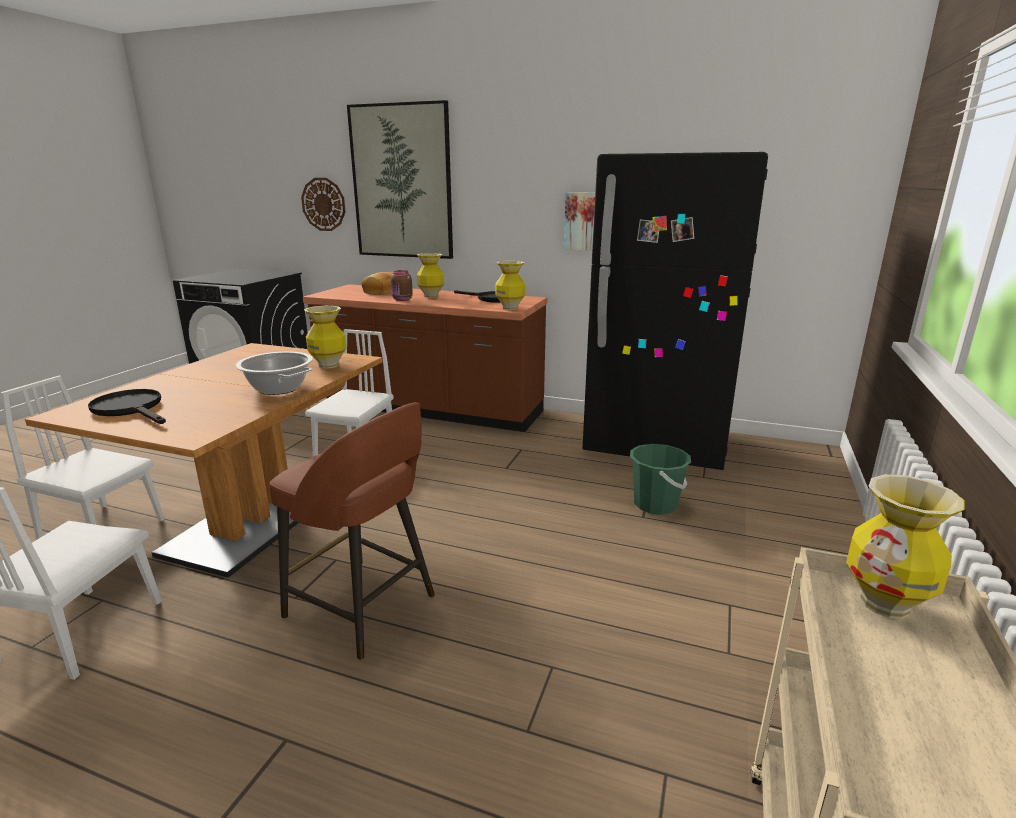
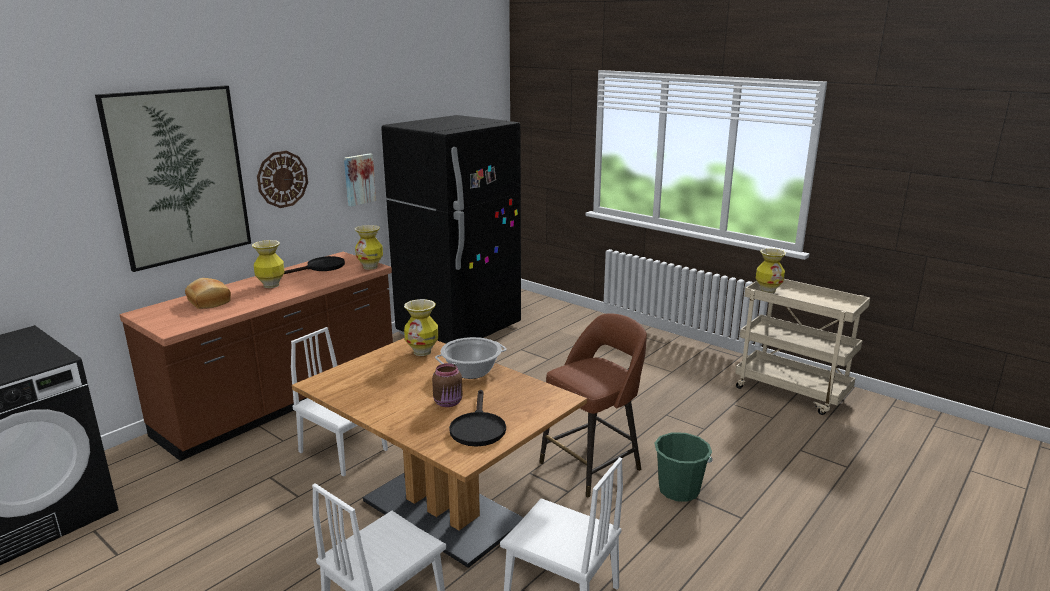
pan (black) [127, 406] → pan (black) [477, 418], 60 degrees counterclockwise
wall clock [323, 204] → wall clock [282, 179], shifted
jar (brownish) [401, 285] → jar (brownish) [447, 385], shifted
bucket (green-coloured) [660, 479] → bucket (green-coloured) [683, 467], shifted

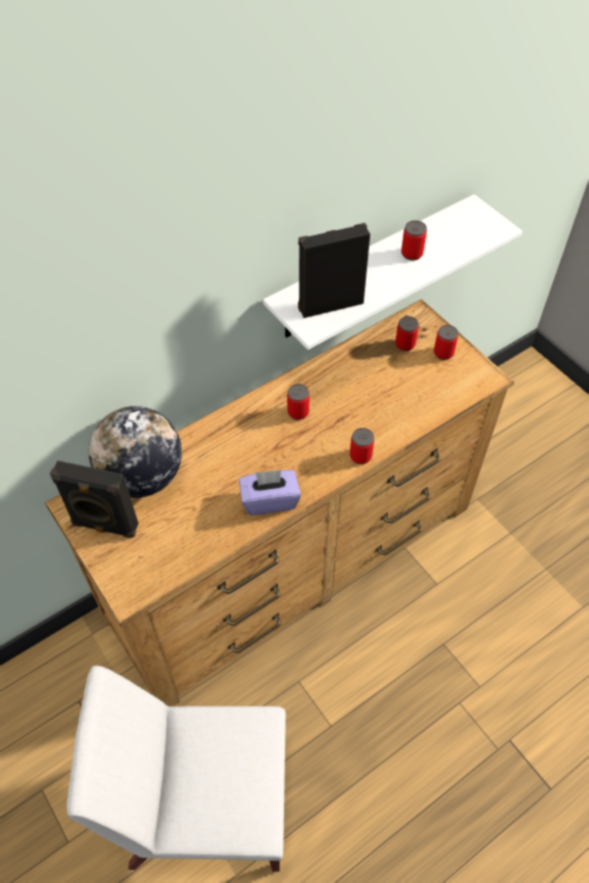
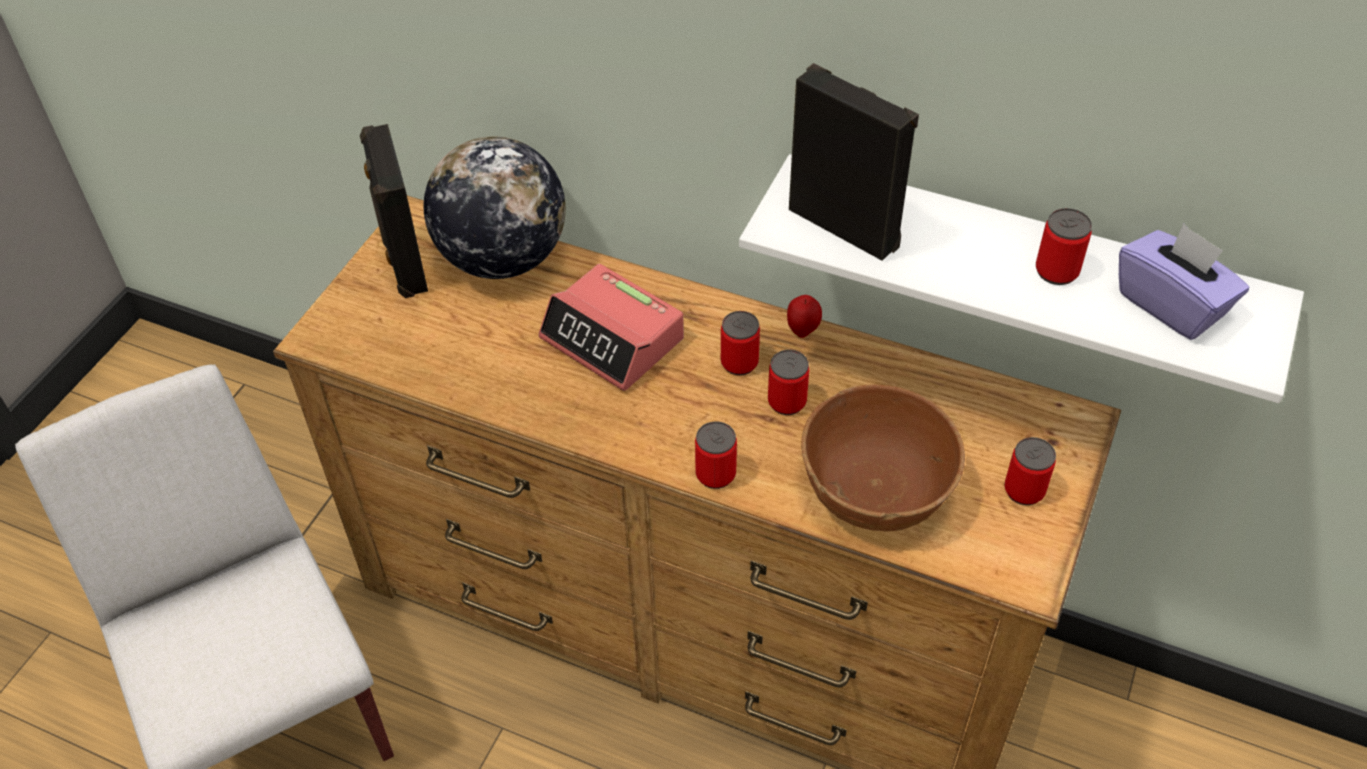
tissue box (purplish) [270, 492] → tissue box (purplish) [1184, 281], shifted
can [407, 333] → can [788, 382], shifted
- → alarm clock [611, 327]
- → apple [804, 316]
- → serving bowl (brownish) [883, 458]

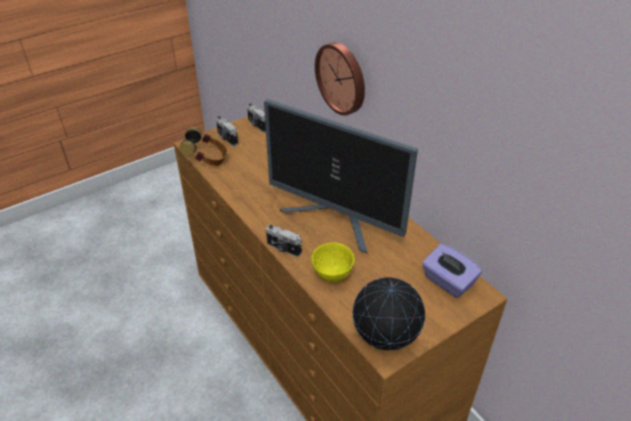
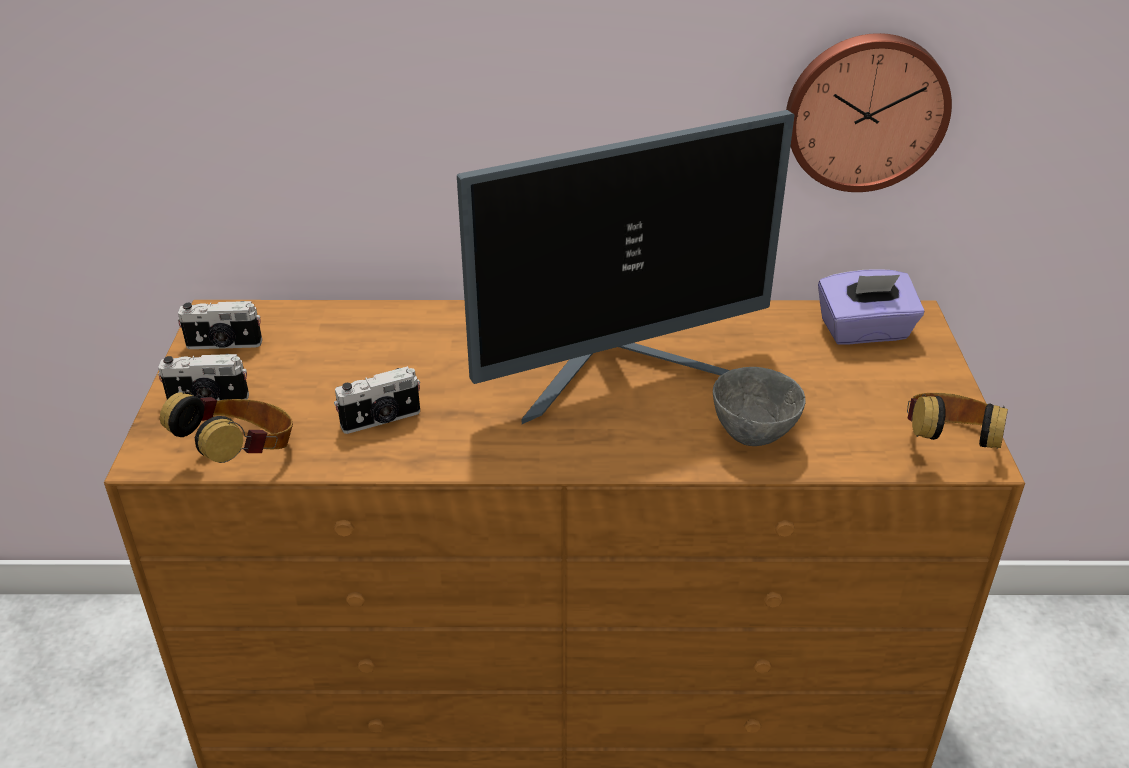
still camera [284, 240] → still camera [377, 400], shifted
serving bowl (yellow) [333, 262] → serving bowl (gray) [759, 406]
wall clock [340, 78] → wall clock [869, 112], shifted
desk globe [388, 313] → headset [957, 421]

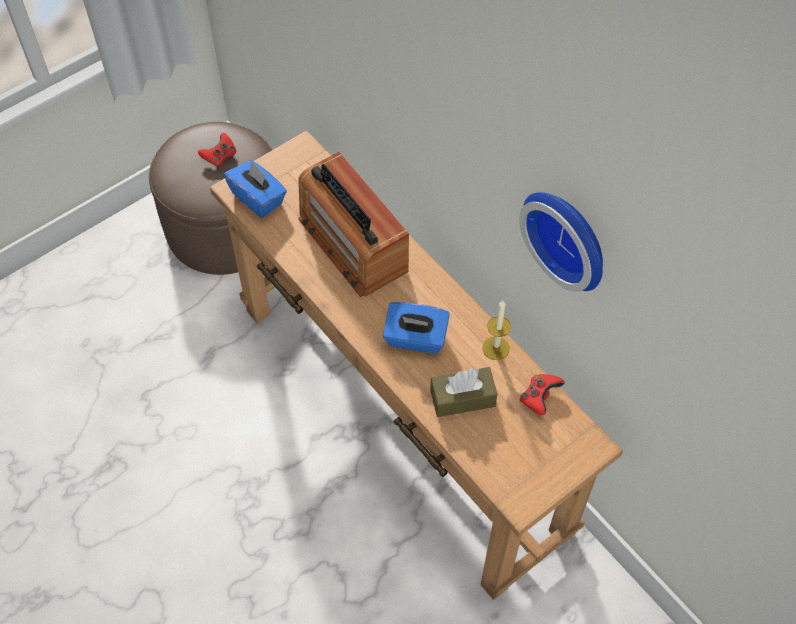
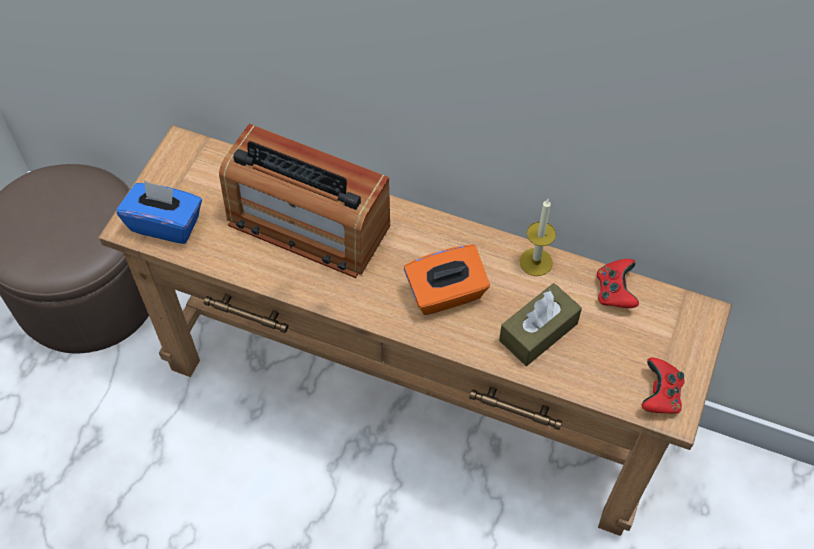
game controller (red) [217, 150] → game controller (red) [663, 386], shifted
tissue box (bluish) [416, 328] → tissue box (orange-coloured) [447, 280]
wall clock [561, 242] → -

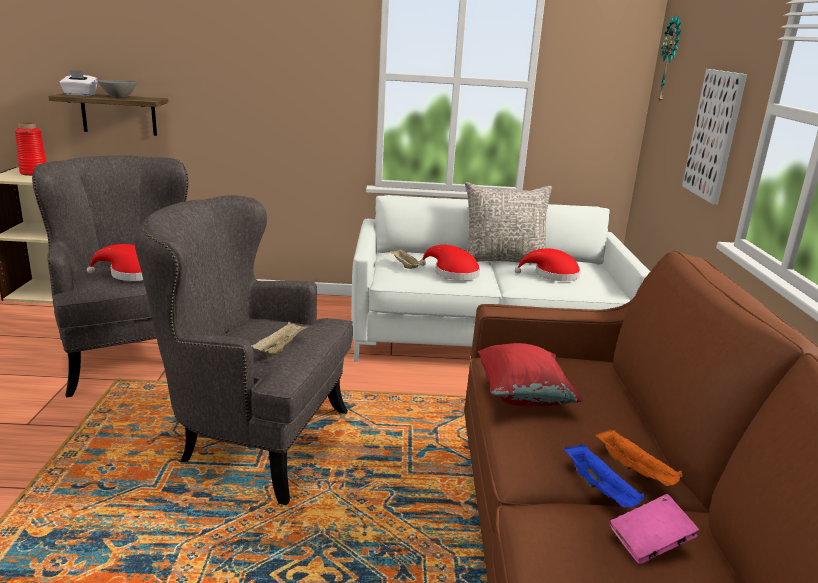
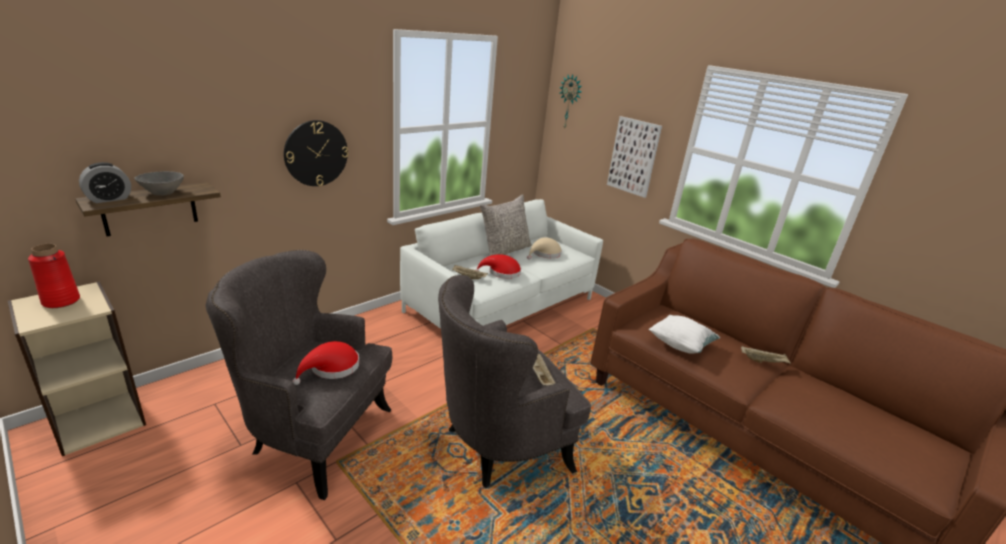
tissue box (whitish) [79, 82] → alarm clock [105, 182]
throw pillow (red) [530, 374] → throw pillow (whitish) [684, 334]
clothing hat (red) [548, 264] → clothing hat (sand-coloured) [544, 248]
tray (bluish) [604, 476] → -
tray (orange-coloured) [639, 457] → tray (sand-coloured) [766, 355]
bound book (pink-coloured) [654, 529] → -
- → wall clock [316, 153]

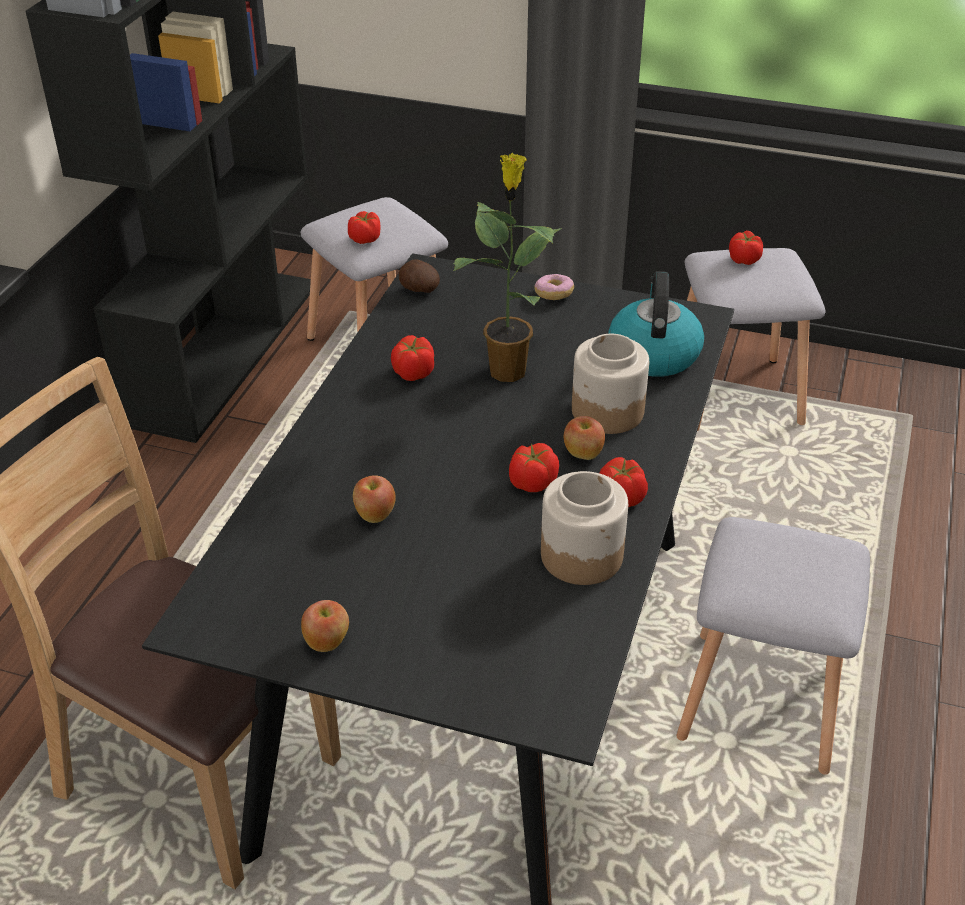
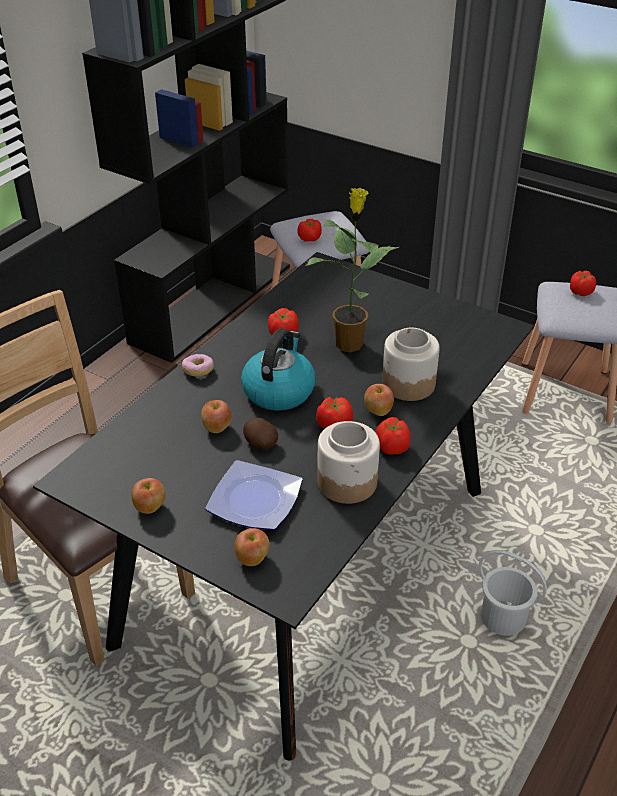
potato [419, 276] → potato [260, 434], shifted
donut [554, 287] → donut [198, 365], shifted
tea kettle [656, 324] → tea kettle [278, 369], shifted
stool (gray) [773, 646] → bucket (whitish) [512, 593]
- → dinner plate [254, 495]
- → apple [252, 547]

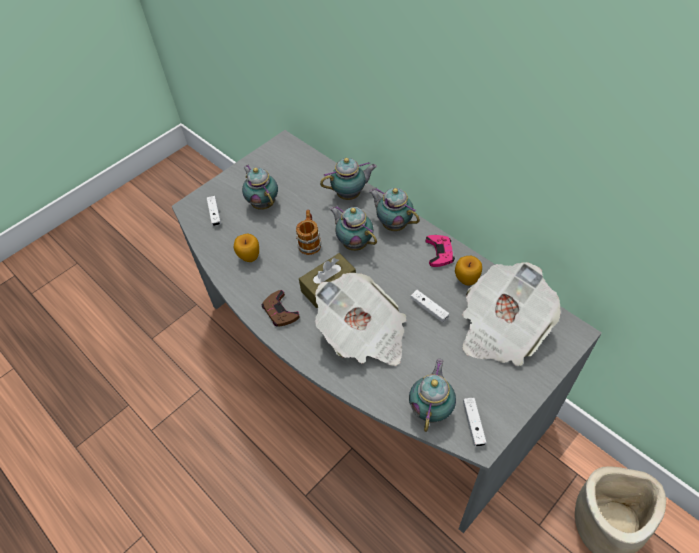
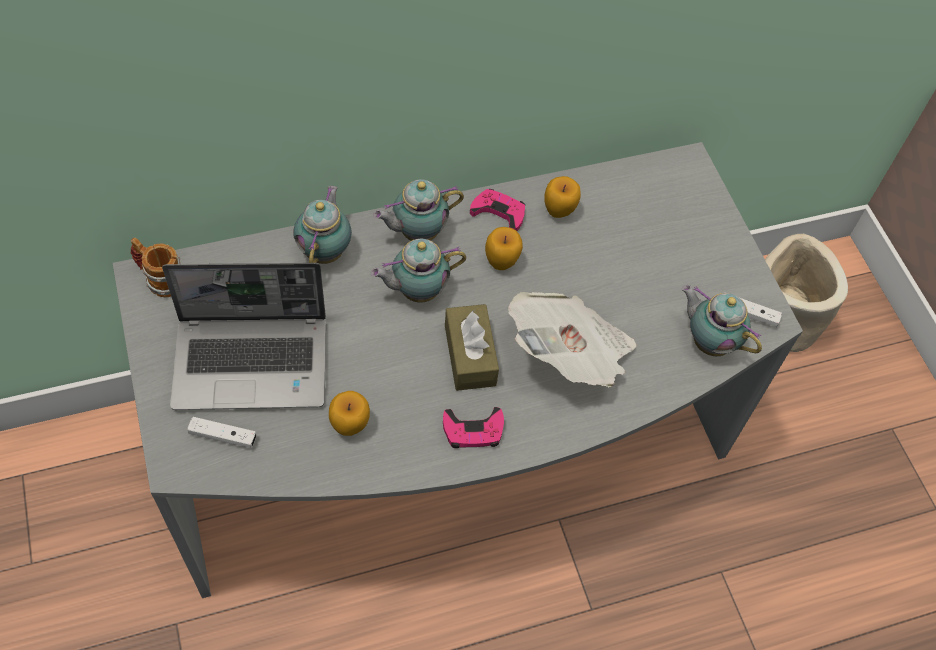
tea pot [260, 187] → laptop [244, 336]
game controller (brownish) [281, 308] → game controller (pink-coloured) [473, 427]
mug [308, 232] → mug [155, 267], shifted
game controller (whitish) [429, 306] → -
daily paper [511, 314] → -
- → apple [504, 248]

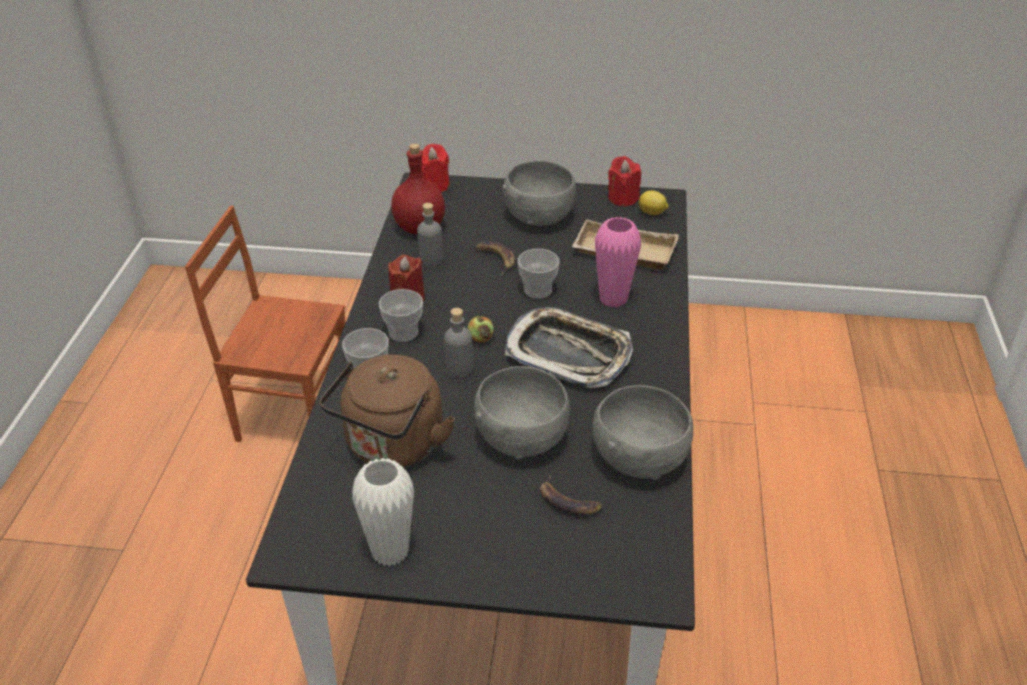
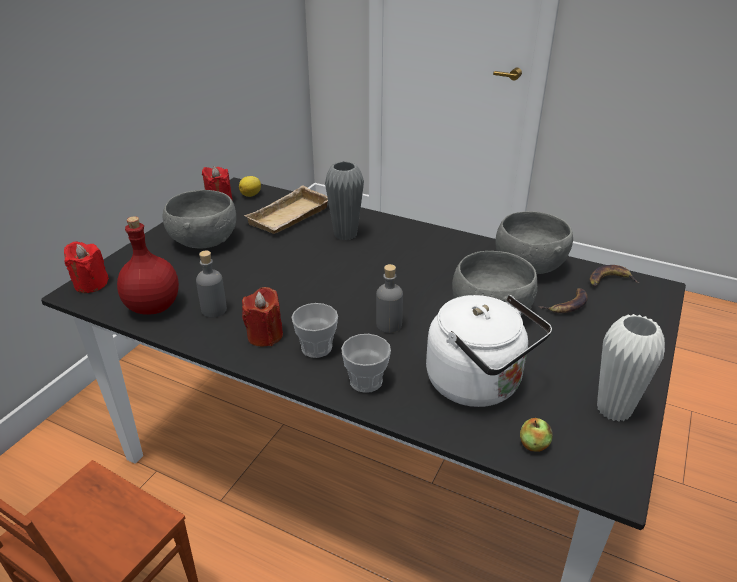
tea kettle (brownish) [387, 411] → tea kettle (whitish) [489, 351]
apple [481, 329] → apple [536, 435], shifted
banana [494, 258] → banana [614, 276], shifted
tray [569, 347] → -
small cup [539, 274] → -
vase (pink-coloured) [618, 262] → vase (gray) [344, 200]

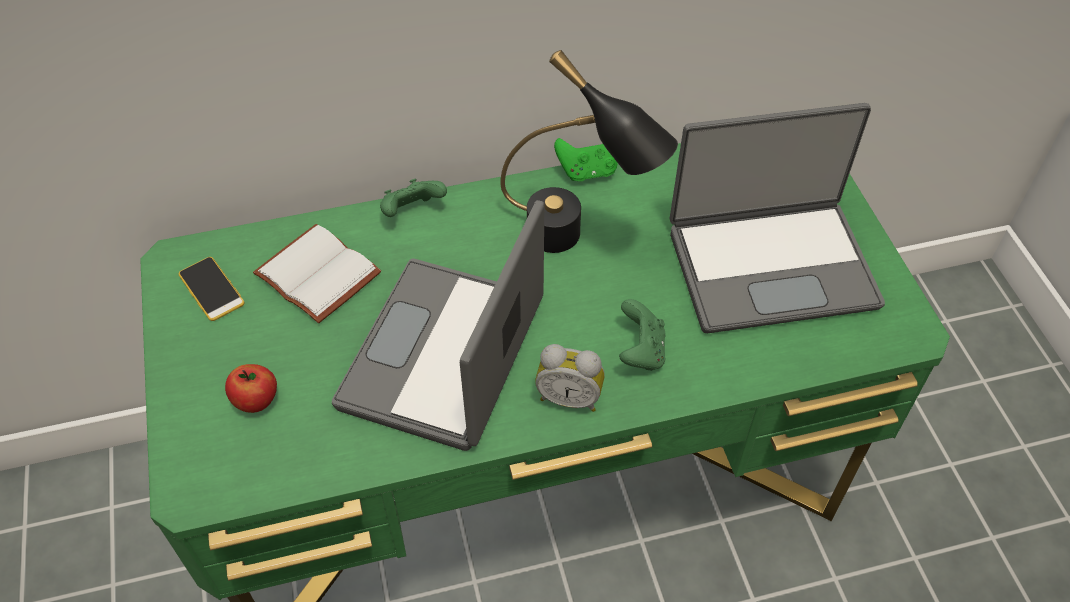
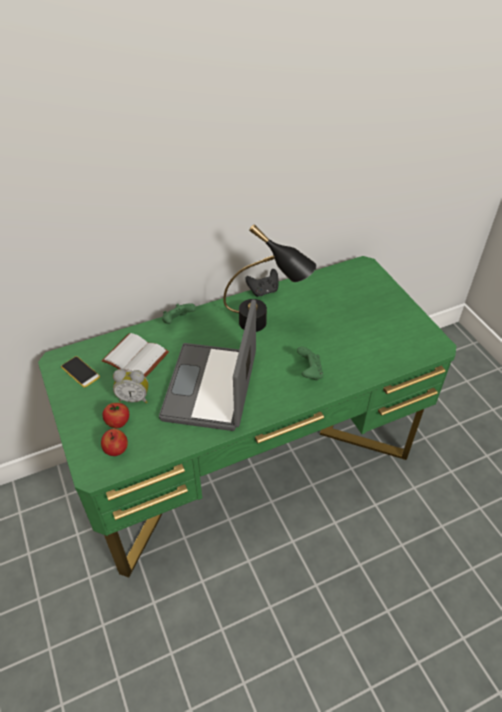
alarm clock [569, 378] → alarm clock [131, 386], shifted
game controller (green-coloured) [586, 159] → game controller (black) [262, 283]
laptop [777, 218] → -
- → apple [114, 442]

